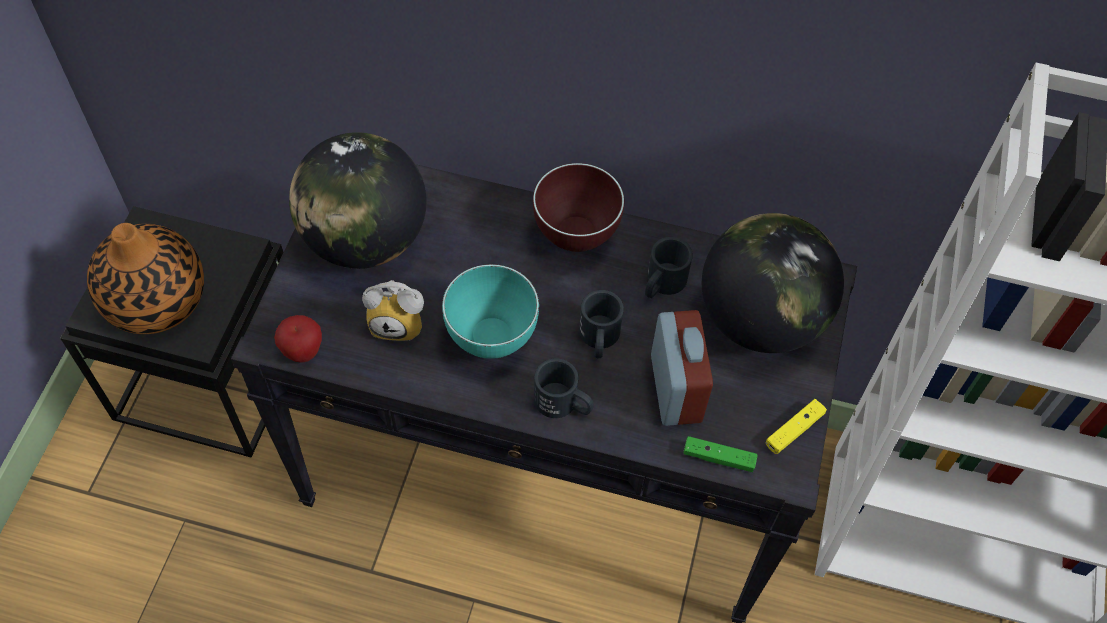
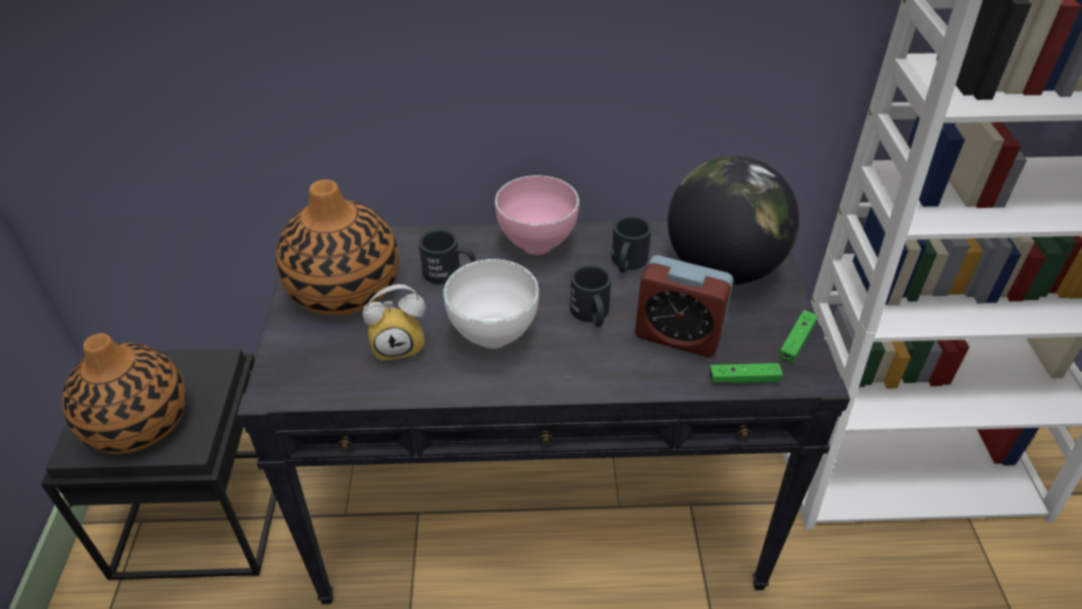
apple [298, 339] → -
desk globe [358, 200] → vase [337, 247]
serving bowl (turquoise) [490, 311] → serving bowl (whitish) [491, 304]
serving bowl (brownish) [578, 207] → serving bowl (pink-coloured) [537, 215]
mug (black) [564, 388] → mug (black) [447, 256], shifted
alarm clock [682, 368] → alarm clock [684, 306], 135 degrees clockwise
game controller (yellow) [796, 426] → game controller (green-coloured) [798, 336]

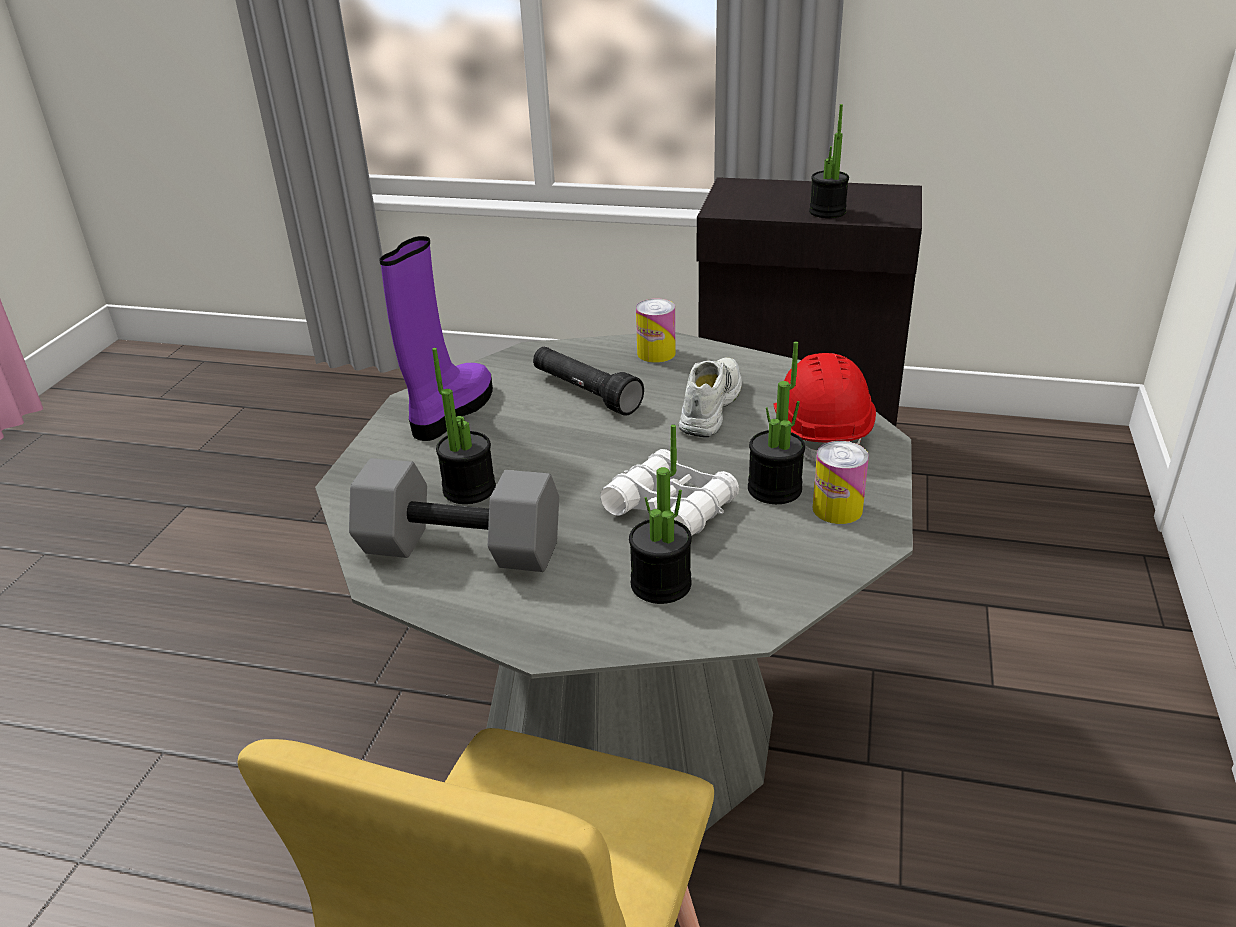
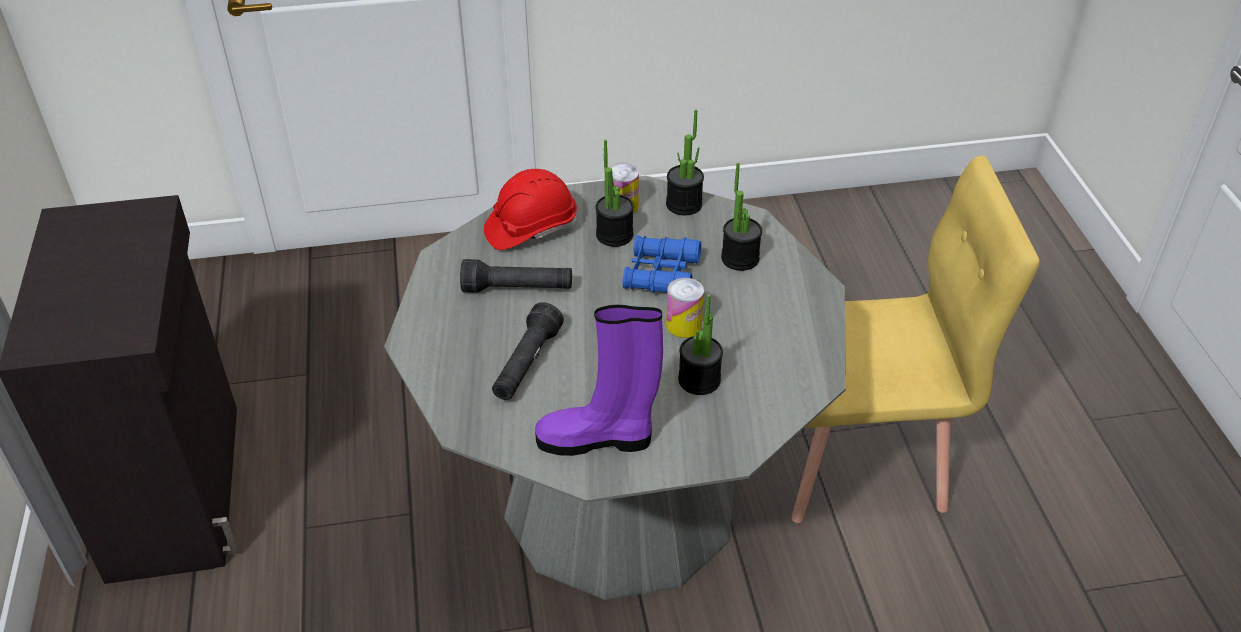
free weight (gray) [454, 515] → -
pair of binoculars (whitish) [669, 492] → pair of binoculars (bluish) [661, 264]
can [655, 331] → can [685, 308], shifted
low shoe (whitish) [710, 397] → torch (black) [516, 276]
plant in a pot [829, 161] → plant in a pot [685, 162], shifted

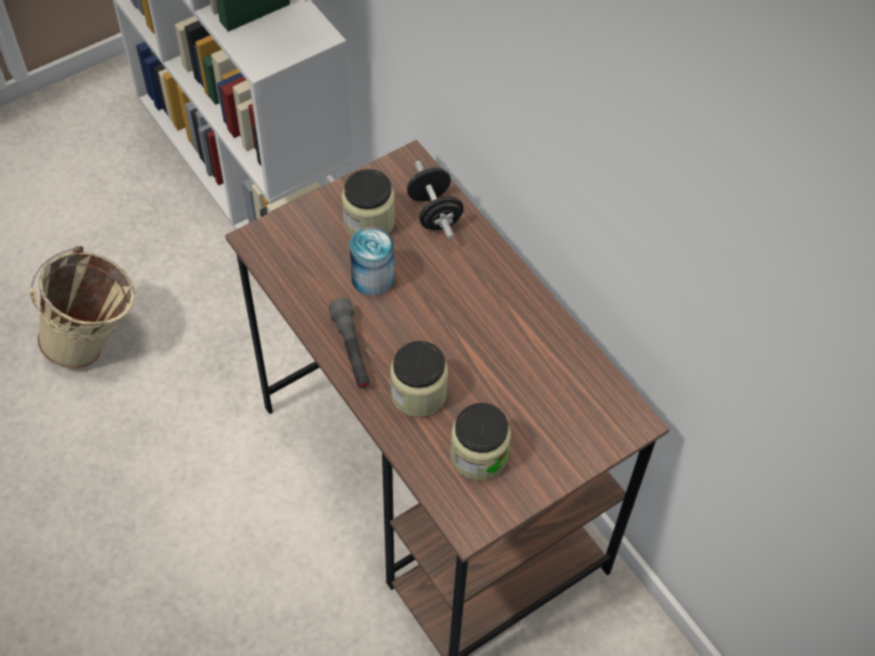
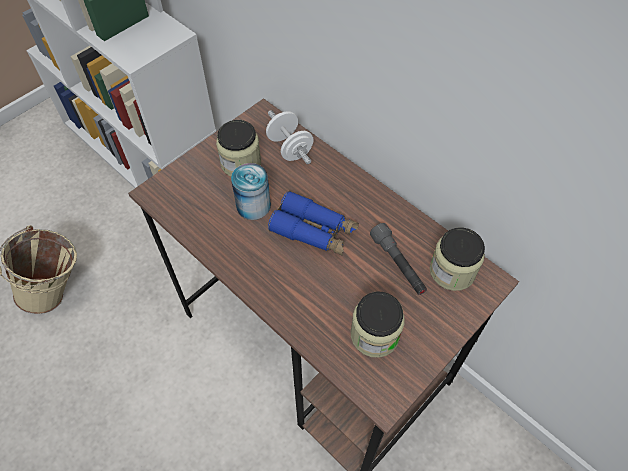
torch (gray) [349, 343] → torch (gray) [398, 259], shifted
jar [419, 379] → jar [457, 259], shifted
free weight (black) [435, 200] → free weight (whitish) [290, 137]
- → pair of binoculars (bluish) [313, 223]

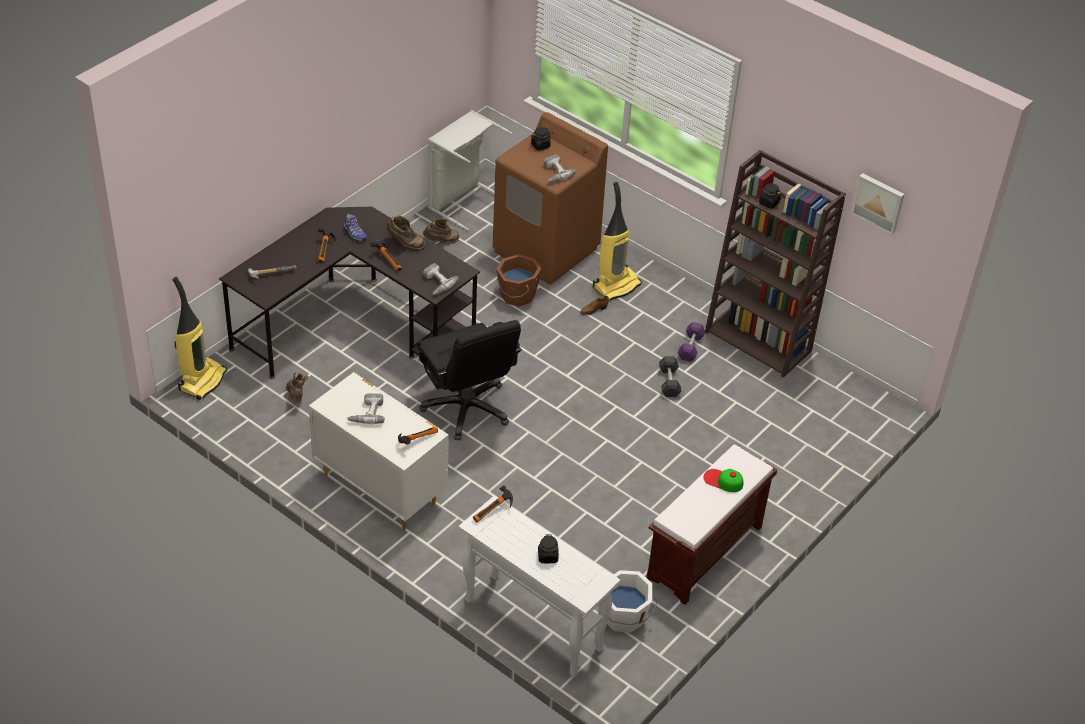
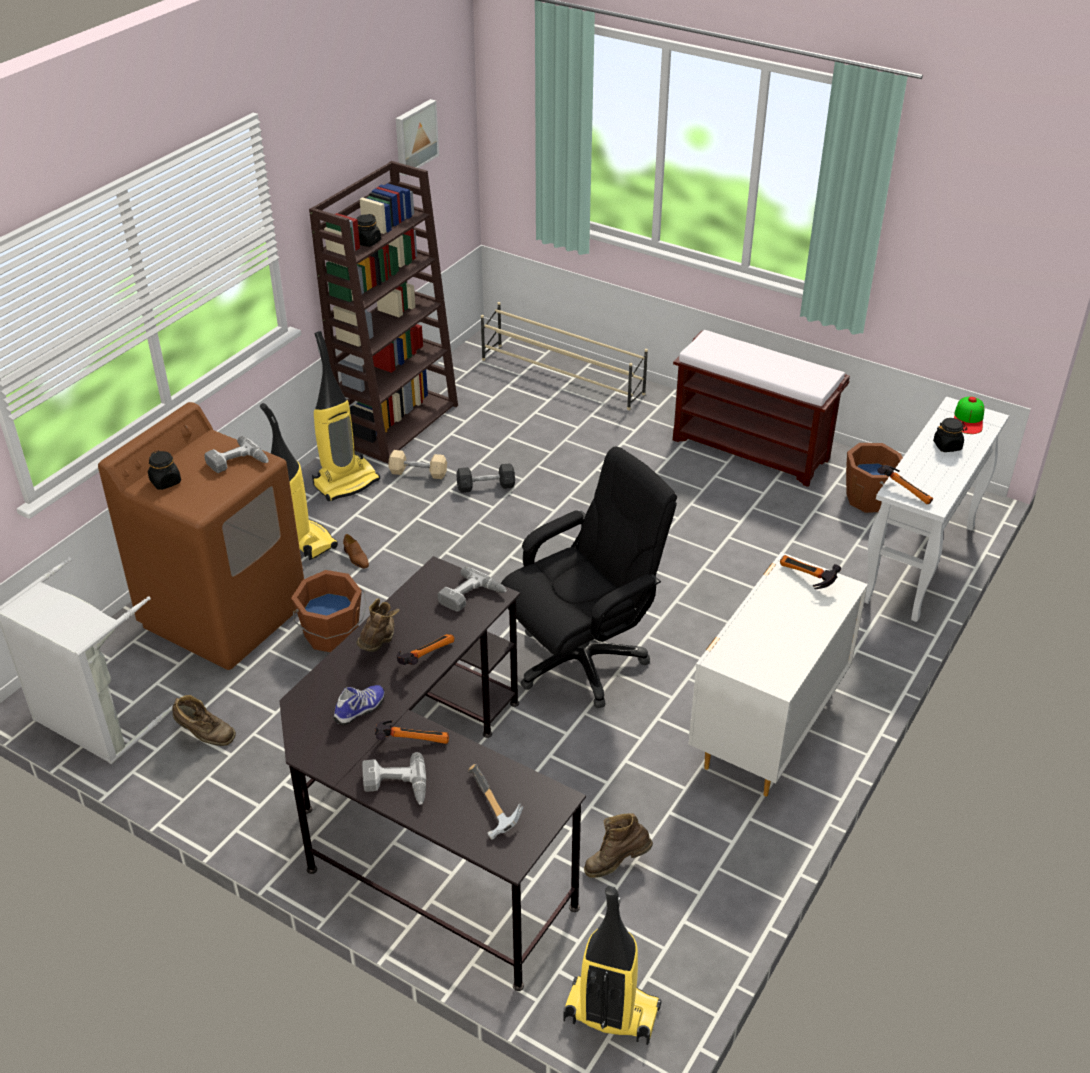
drill [365, 408] → drill [394, 778], shifted
tall boot (brownish) [441, 231] → tall boot (brownish) [204, 720], 135 degrees clockwise
bucket (whitish) [632, 601] → bucket (brownish) [874, 478]
free weight (purplish) [692, 342] → free weight (sand-coloured) [417, 464]
peaked cap [723, 480] → peaked cap [969, 415], shifted
- → vacuum [346, 416]
- → shoe rack (sand-coloured) [564, 356]

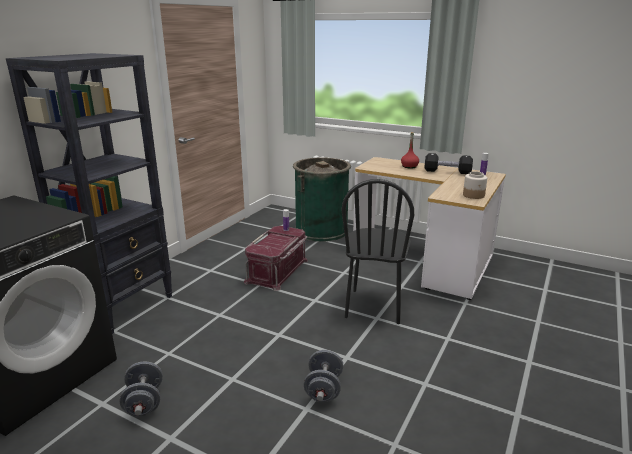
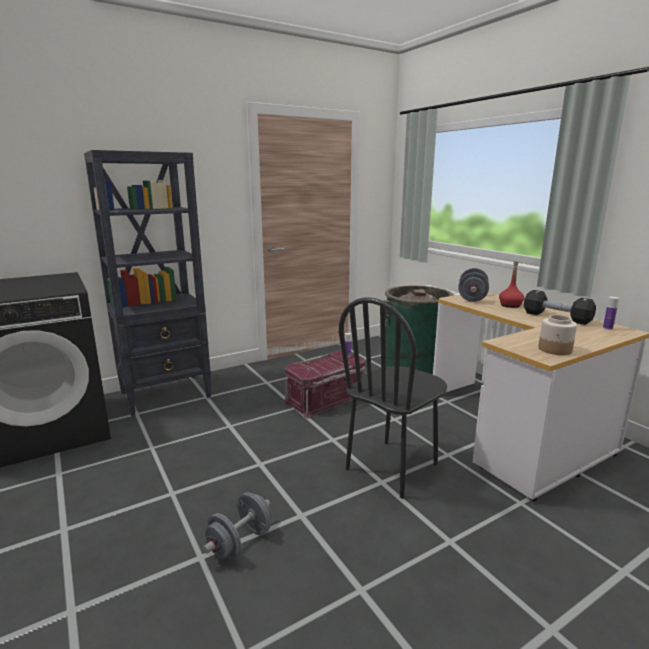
free weight (gray) [141, 389] → free weight (gray) [473, 285], shifted

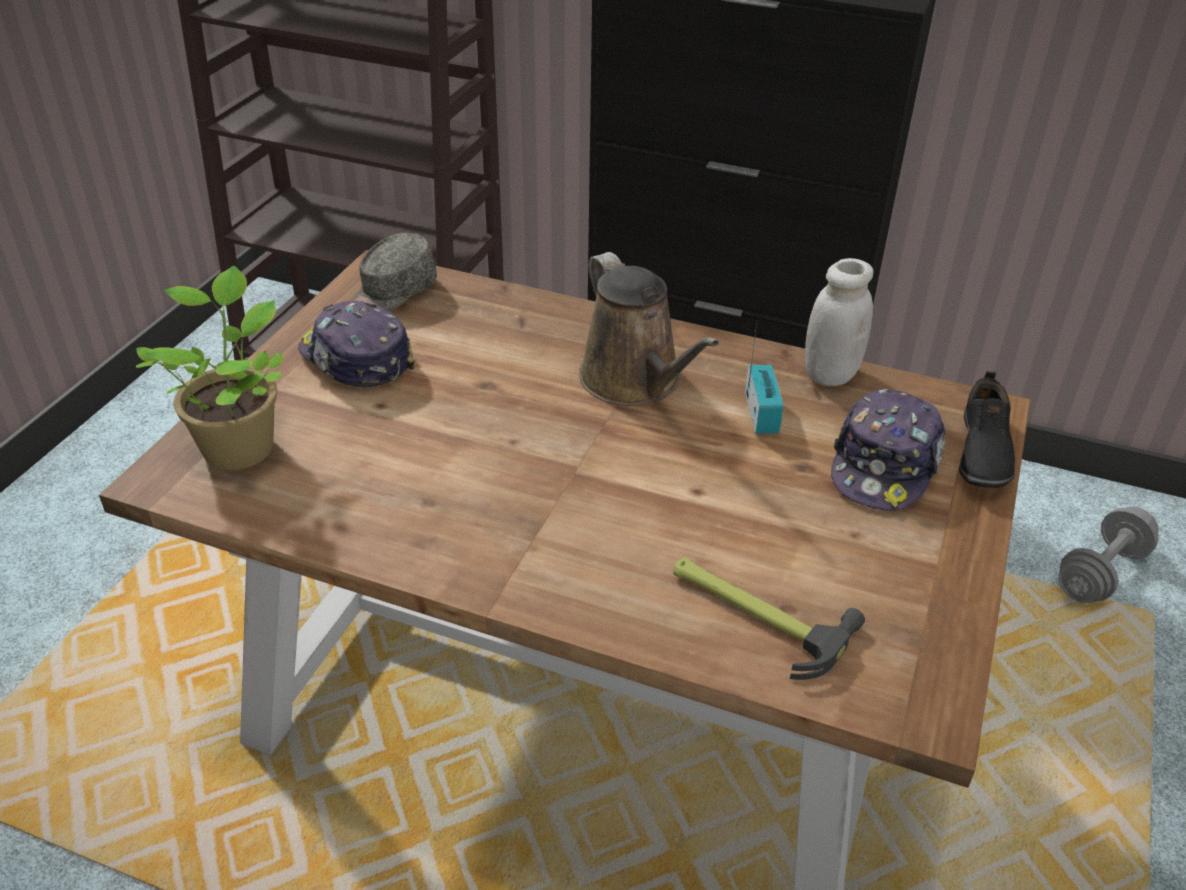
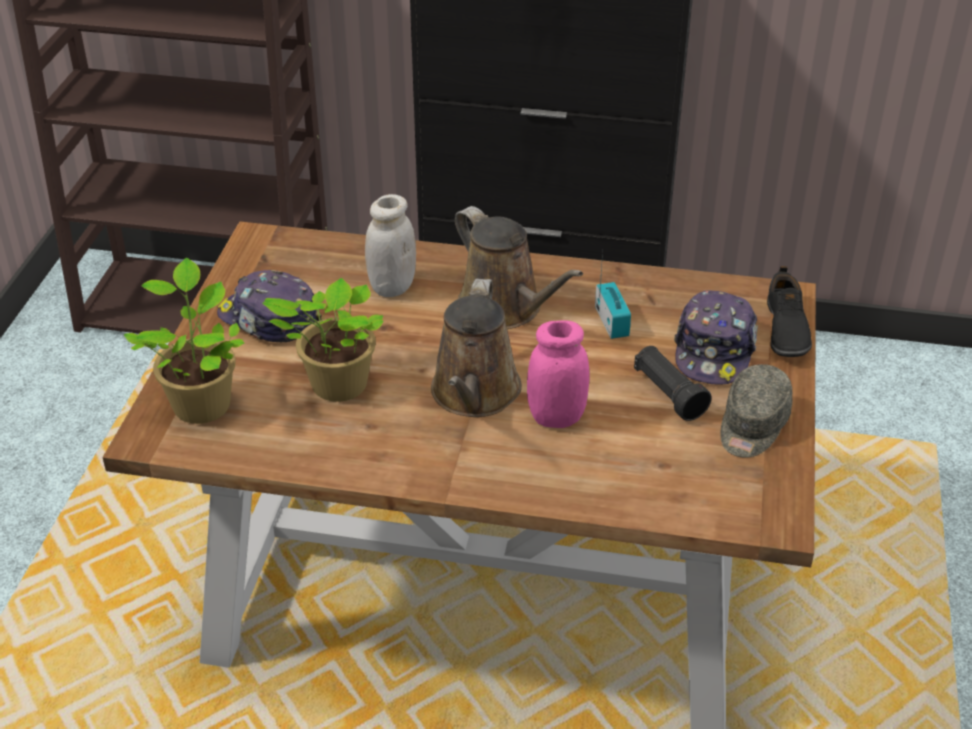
peaked cap (gray) [394, 272] → peaked cap (gray) [756, 411], shifted
tool hammer [769, 618] → -
jar (whitish) [839, 322] → jar (whitish) [390, 245], shifted
free weight (gray) [1109, 555] → -
- → plant in a pot [323, 340]
- → sprinkling can (brownish) [476, 348]
- → jar (pink-coloured) [558, 374]
- → torch (black) [672, 383]

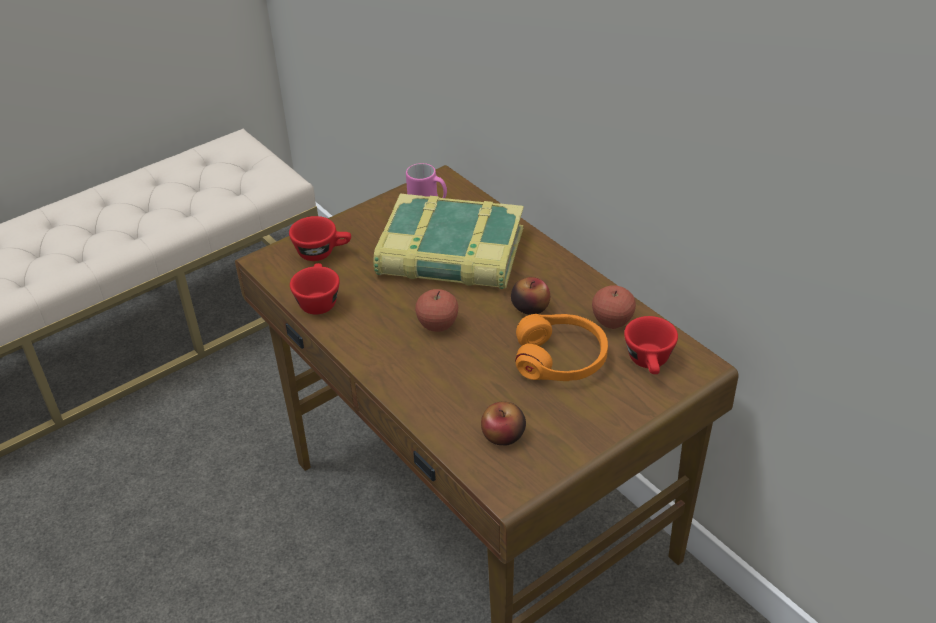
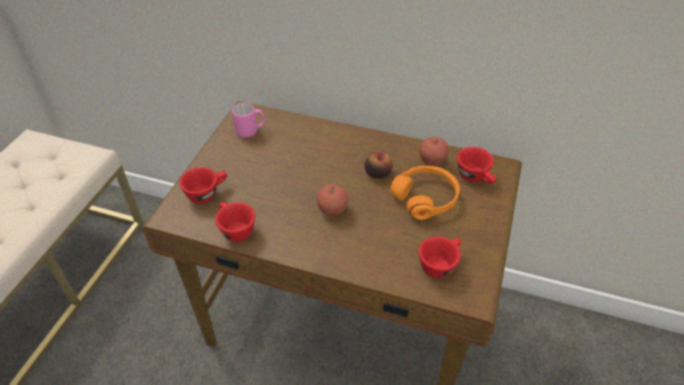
bound book [448, 241] → -
apple [503, 423] → small cup (red) [440, 257]

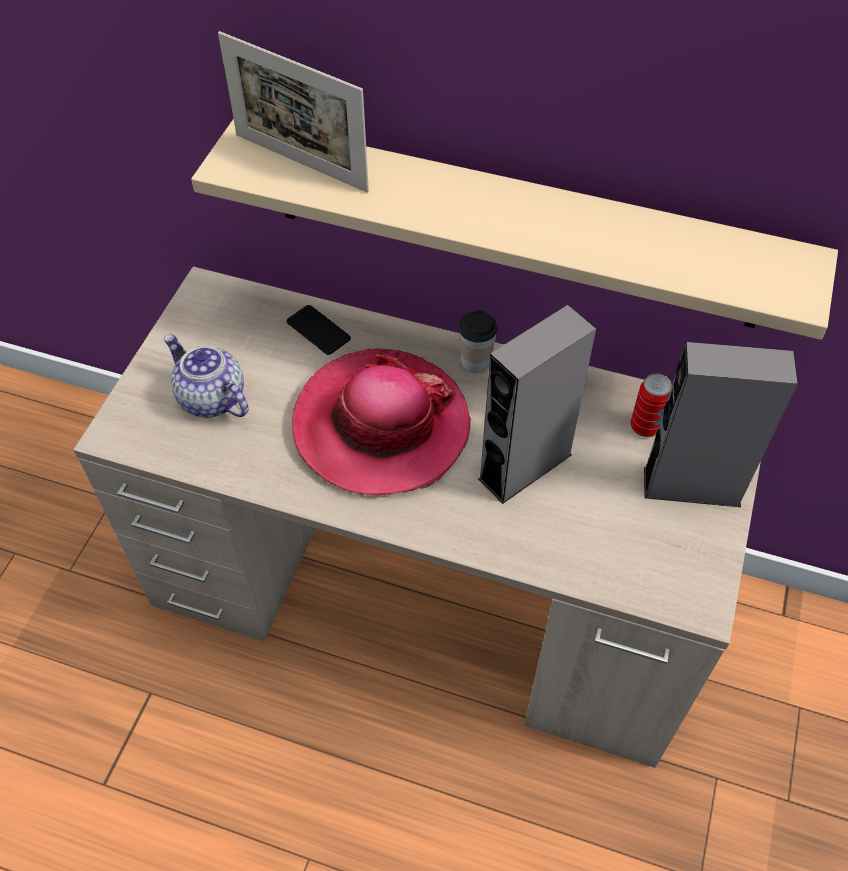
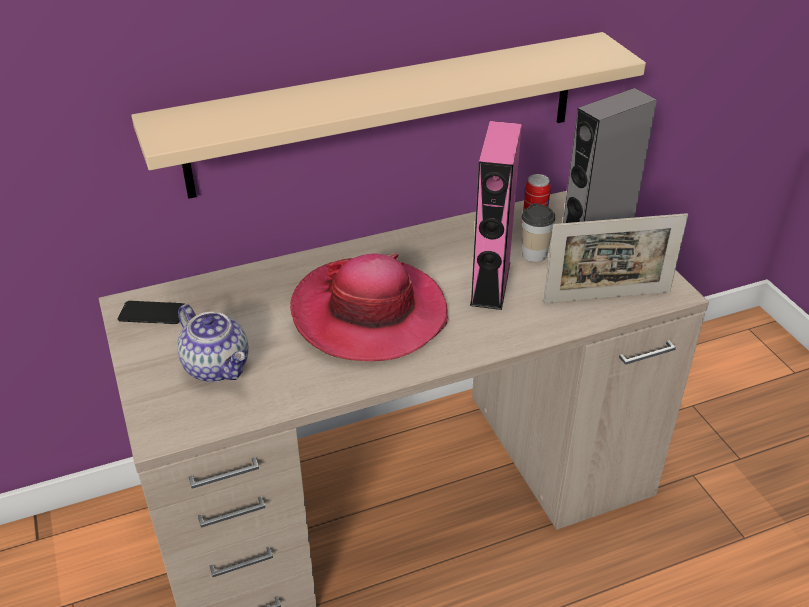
tea pot [206, 376] → tea pot [212, 343], 135 degrees counterclockwise
photo frame [293, 111] → photo frame [616, 258], shifted
phone [318, 330] → phone [151, 312], shifted
small cup [477, 341] → small cup [538, 232], shifted
audio speaker (gray) [537, 404] → audio speaker (pink-coloured) [496, 215]

